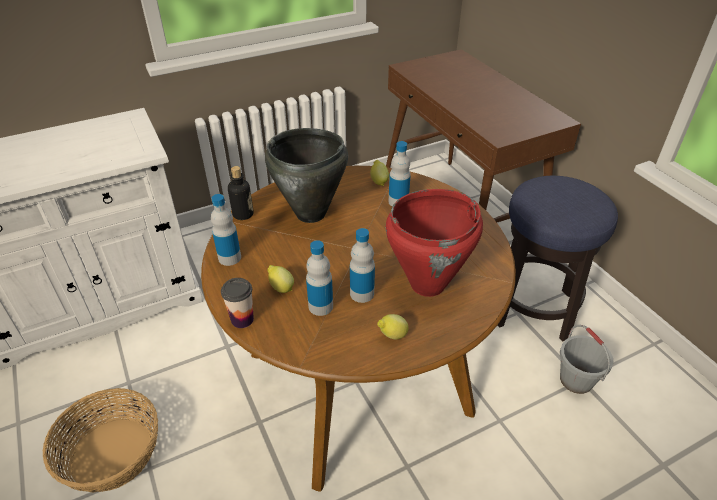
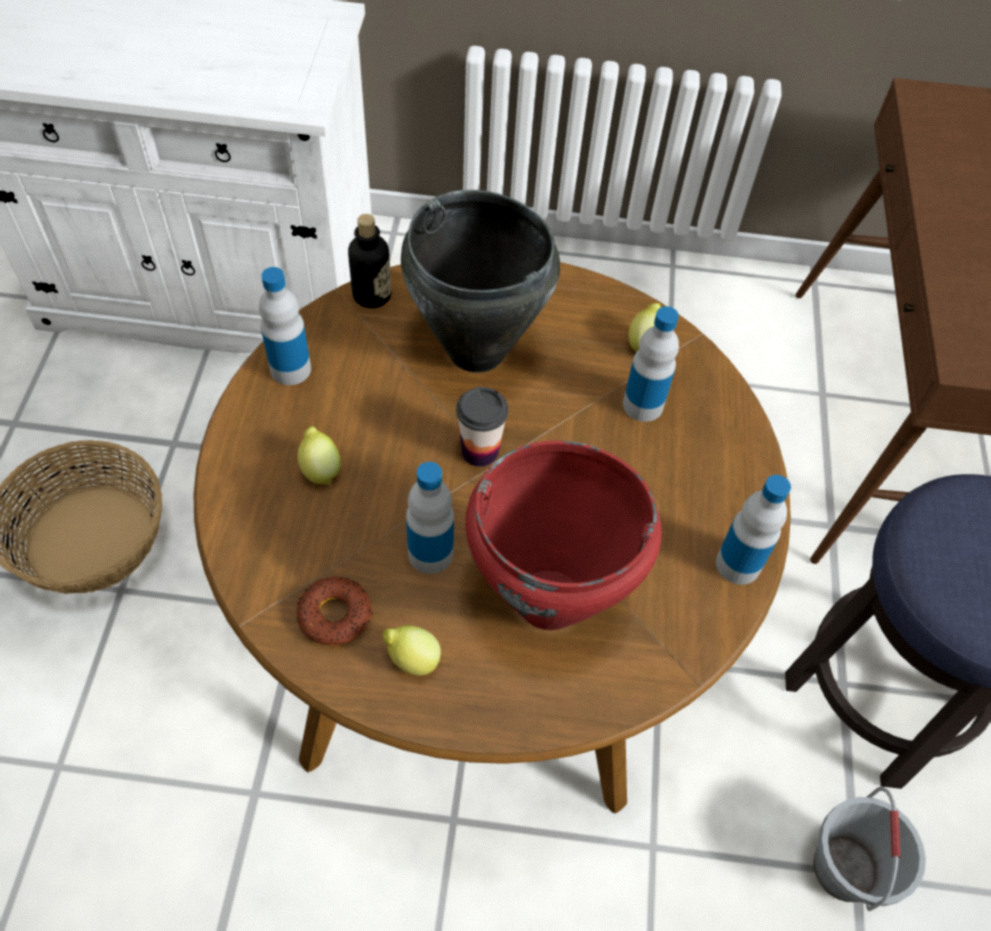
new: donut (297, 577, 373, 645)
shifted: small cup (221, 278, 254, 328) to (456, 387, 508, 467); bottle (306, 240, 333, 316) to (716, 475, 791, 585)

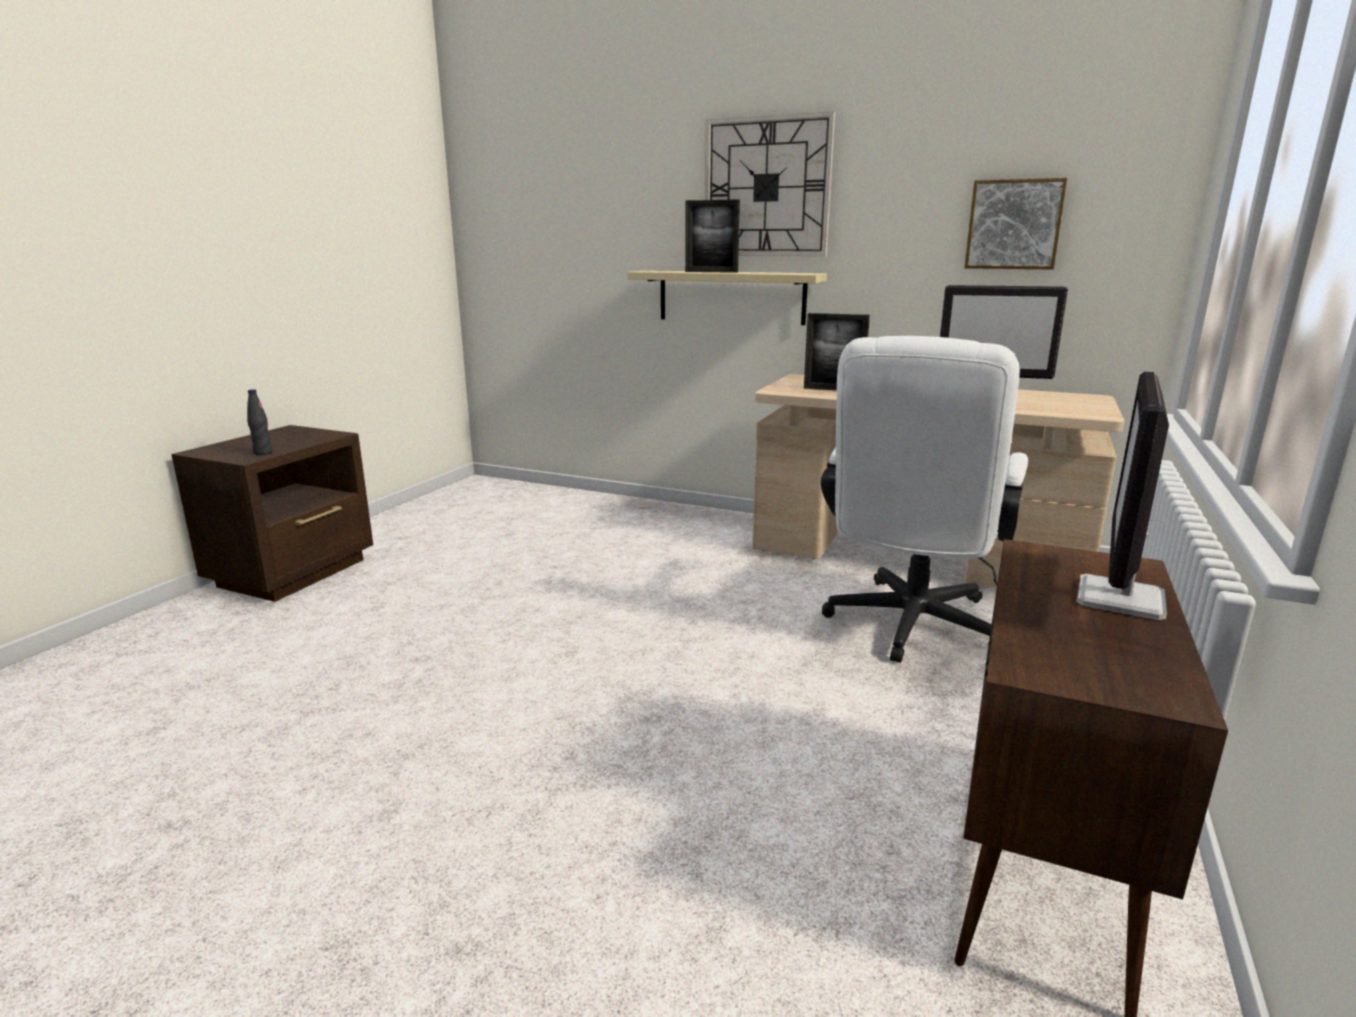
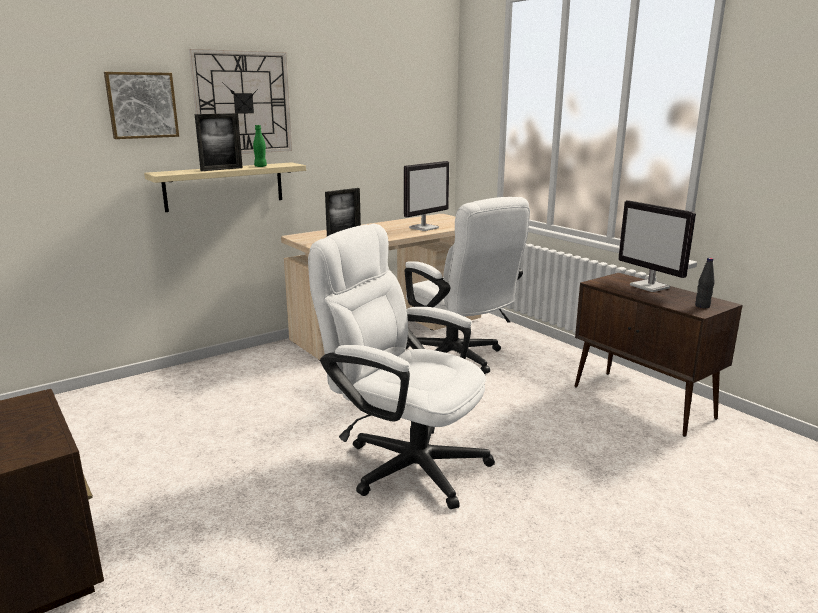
new: green-coloured bottle (253, 125, 267, 167); whitish office chair (308, 224, 495, 509)
shifted: picture (964, 178, 1067, 270) to (104, 72, 179, 139); black-coloured bottle (247, 389, 273, 455) to (695, 258, 715, 308)

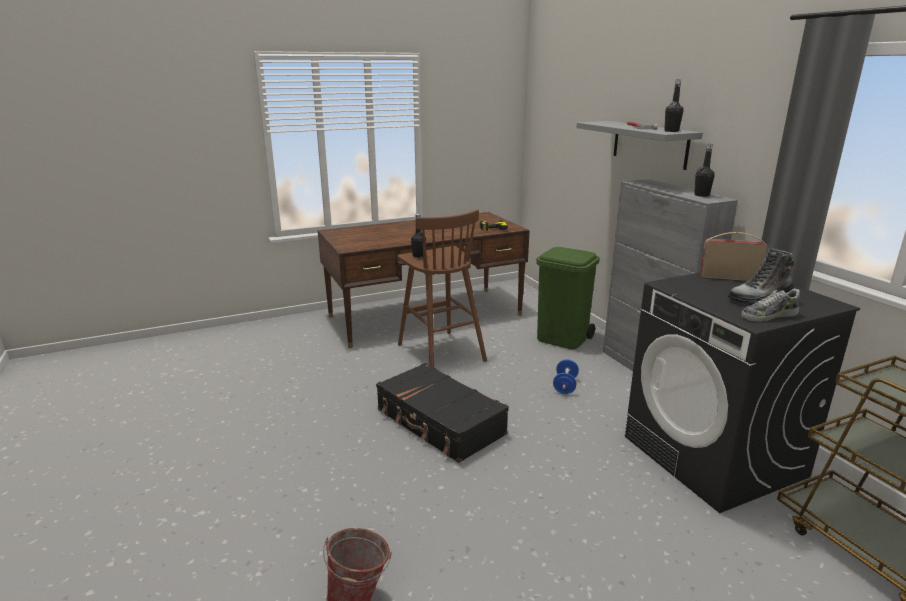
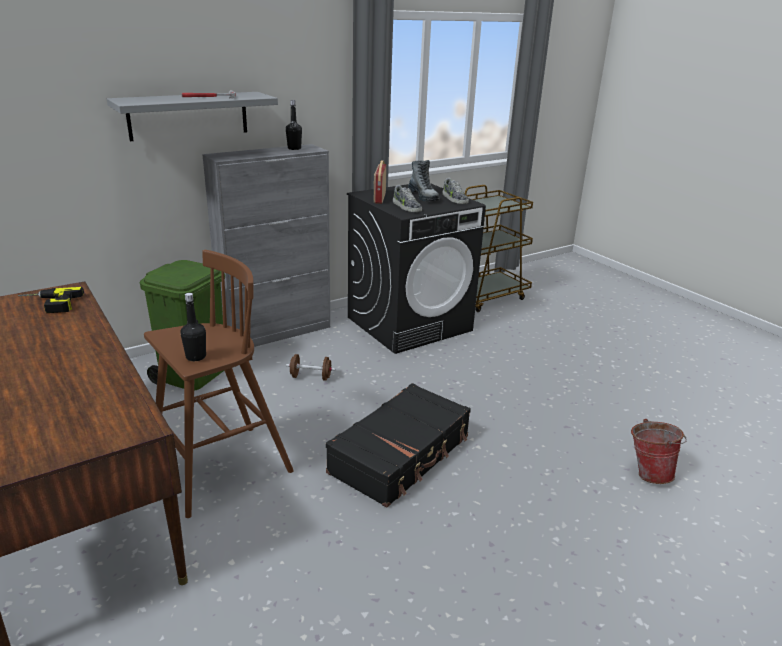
gone: black-coloured bottle (665, 79, 684, 132)
new: item of footwear (393, 185, 422, 212)
repainted: blue dumbbell (553, 359, 579, 394) to brownish dumbbell (286, 354, 336, 381)

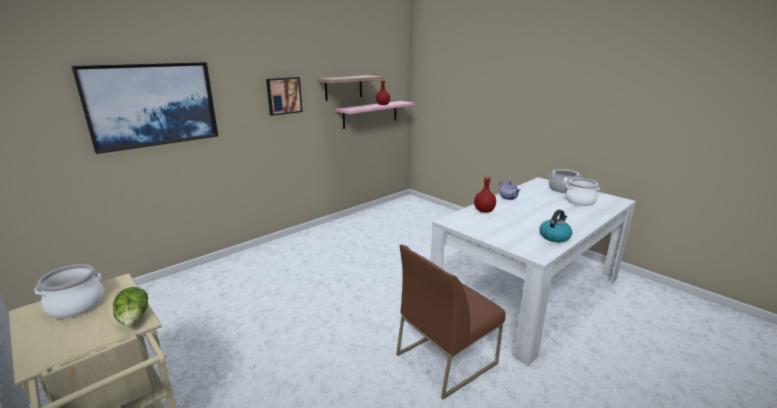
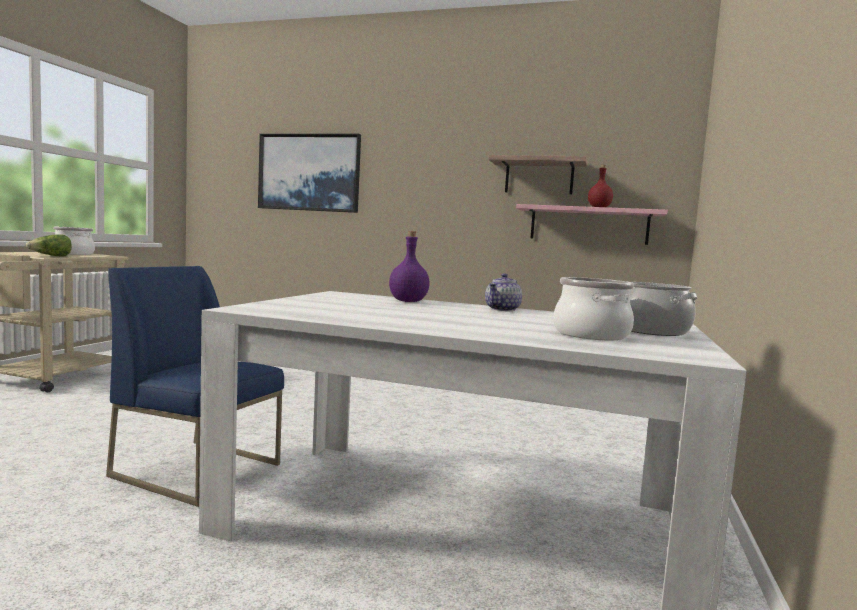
gone: picture (266, 77, 302, 116); tea kettle (540, 210, 572, 242)
repainted: brownish chair (396, 245, 506, 399) to blue chair (106, 266, 284, 507); red bottle (474, 175, 496, 213) to purplish bottle (389, 231, 430, 302)

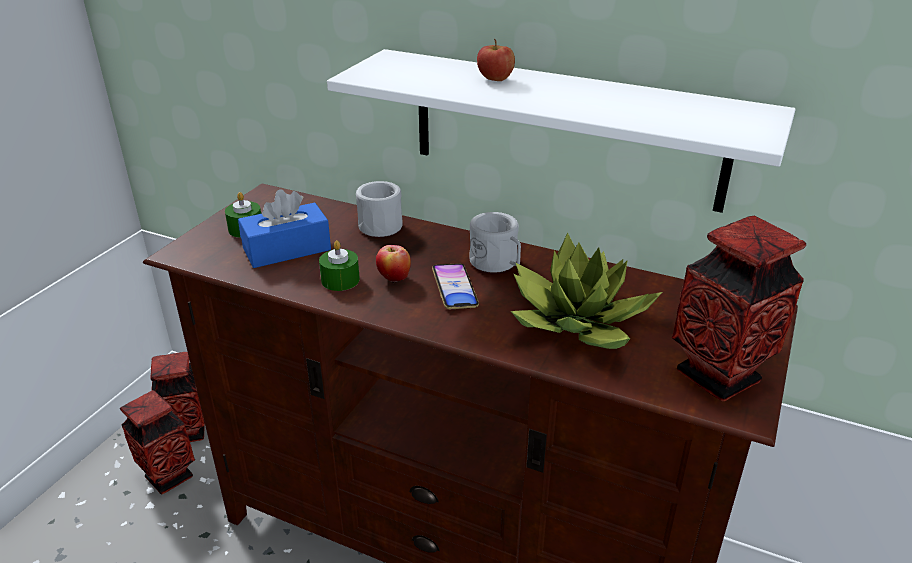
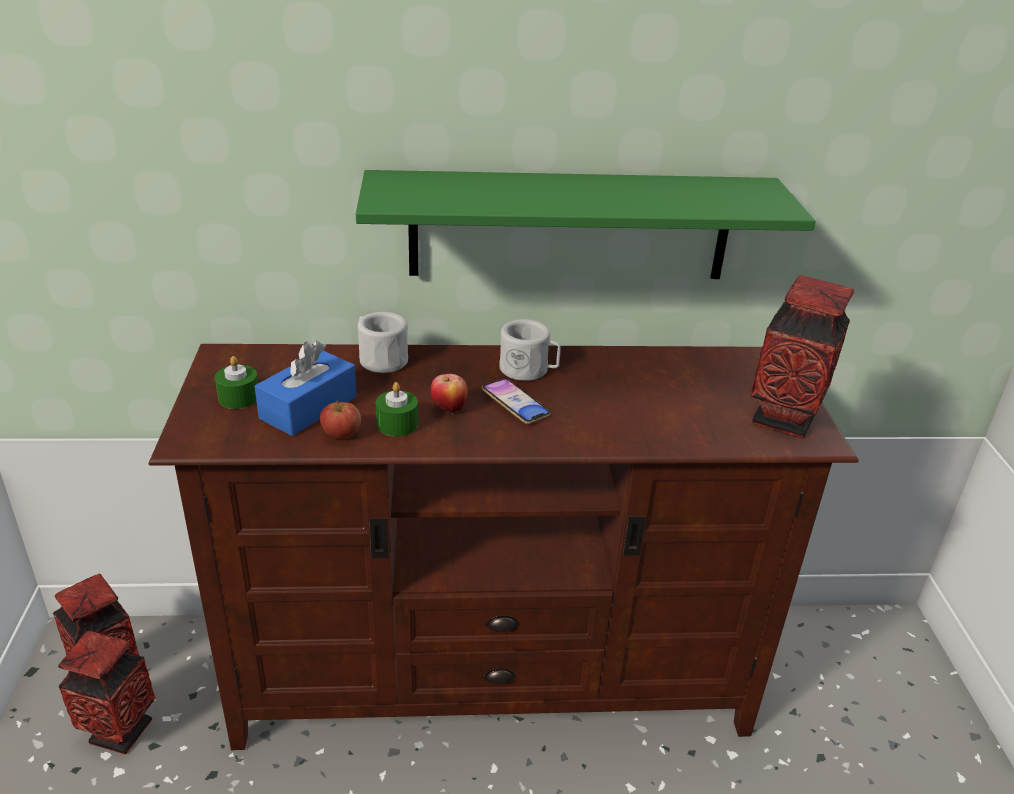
gone: plant in a pot (511, 233, 662, 349)
shifted: whole apple (477, 39, 515, 81) to (320, 399, 361, 439)
repainted: whitish wall shelf (327, 49, 796, 213) to green-coloured wall shelf (356, 170, 816, 279)

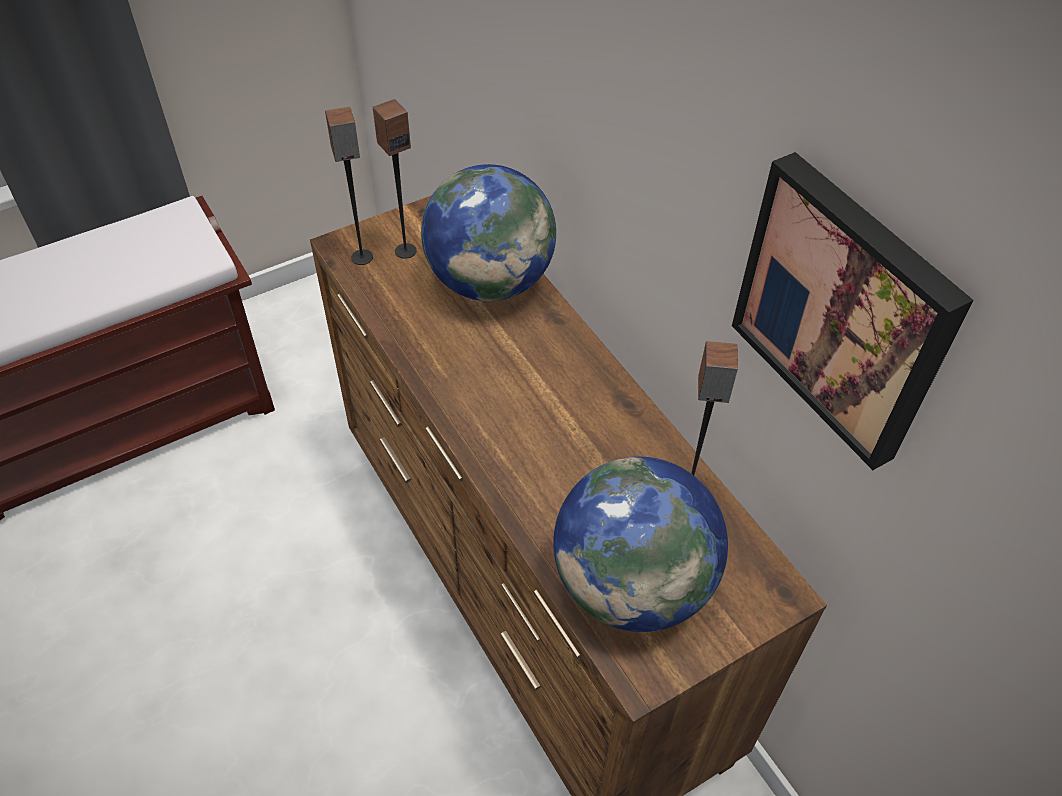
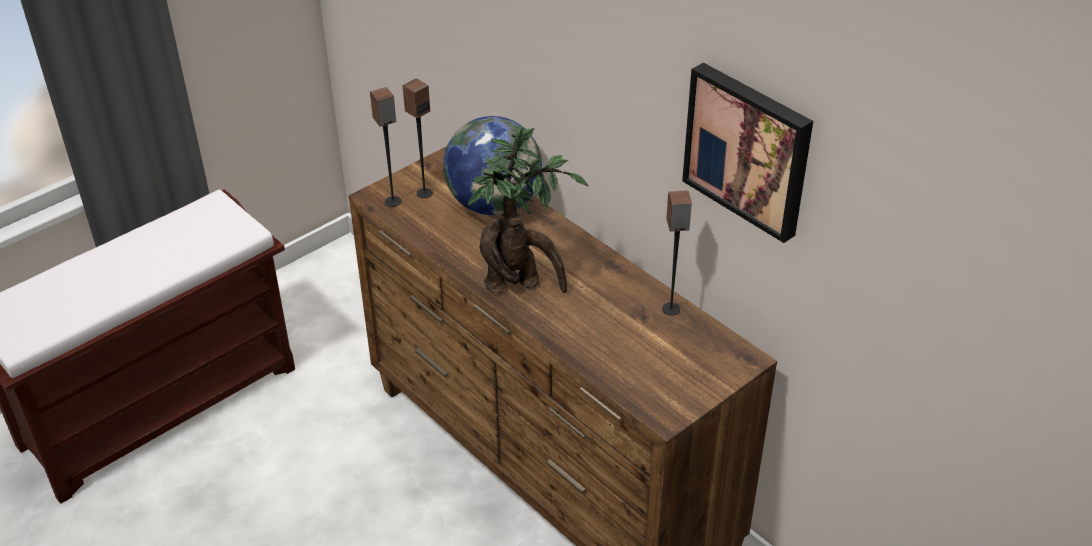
gone: world globe (553, 457, 728, 632)
new: plant in a pot (468, 126, 588, 294)

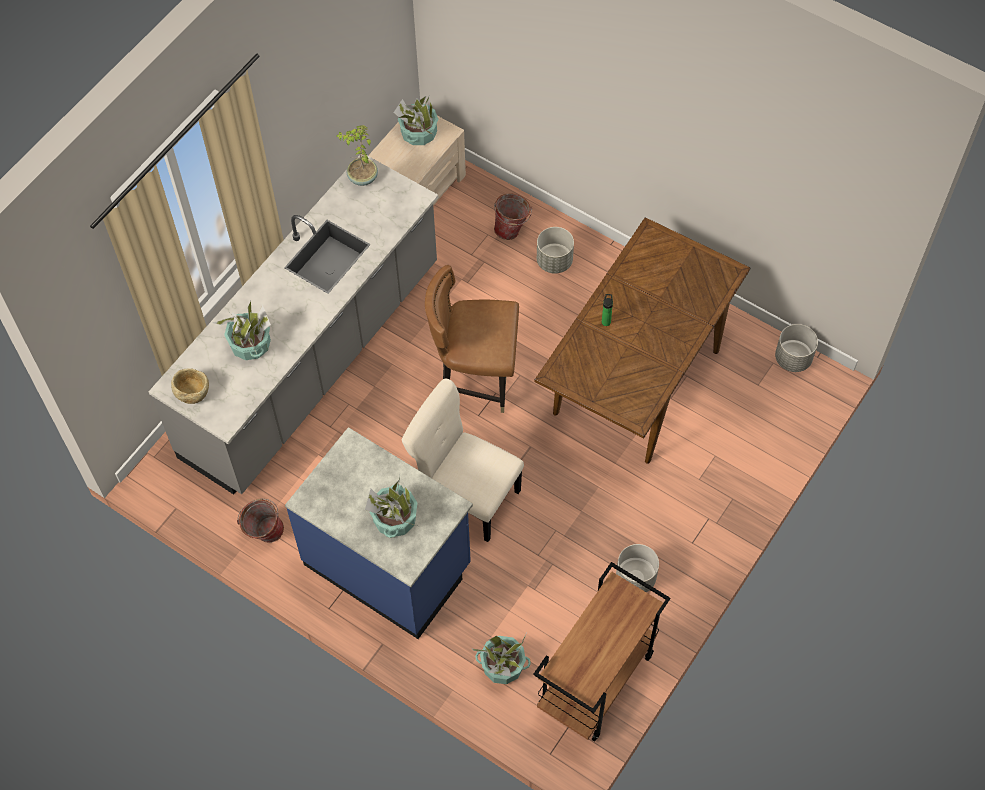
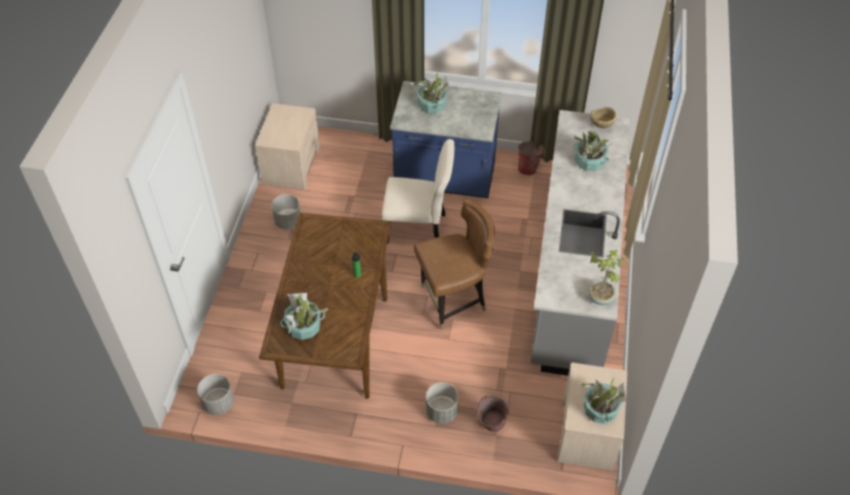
shifted: plant in a pot (471, 635, 531, 684) to (280, 293, 328, 340)
swapped: brownish wheeled cart (533, 562, 671, 742) to beige-coloured night table (255, 103, 320, 190)

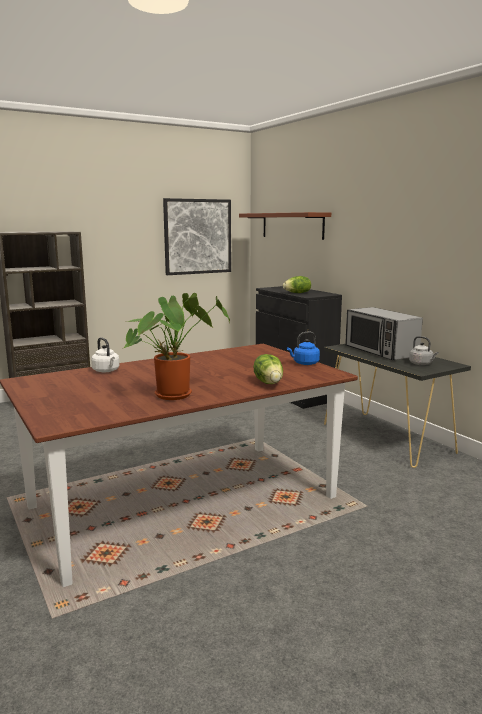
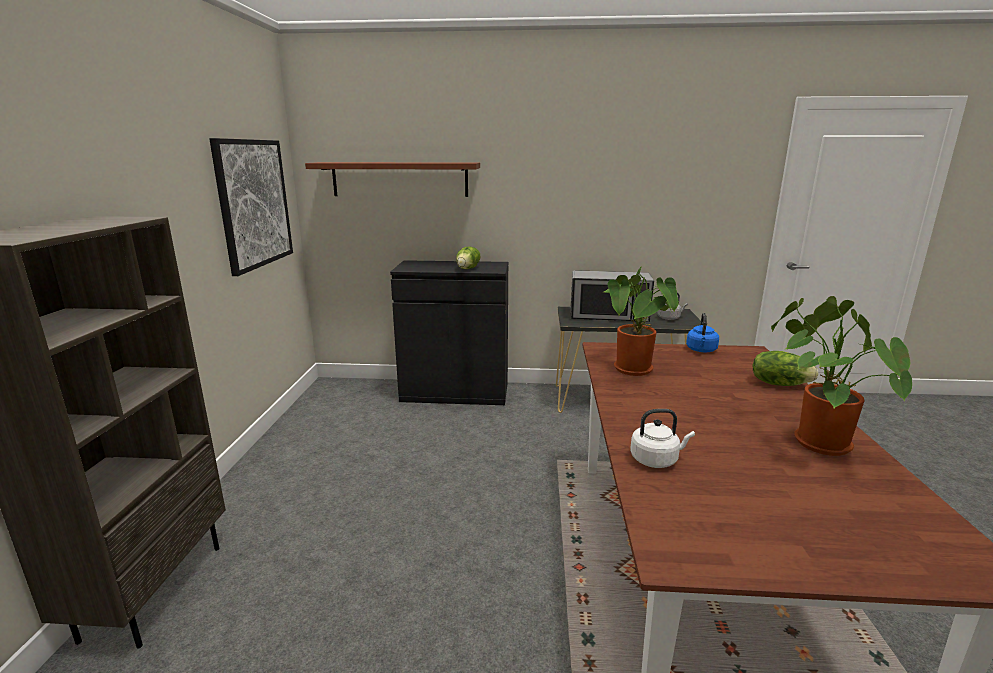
new: plant in a pot (604, 265, 679, 376)

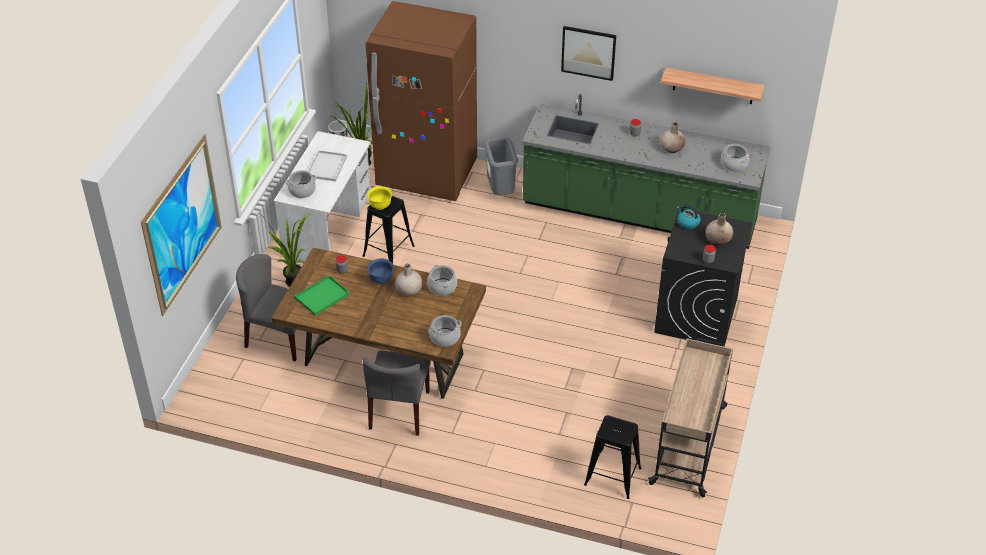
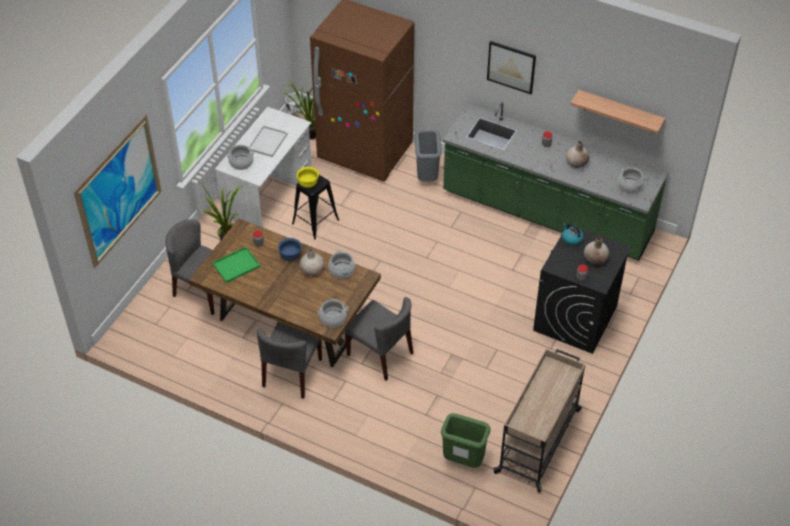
new: gray chair (344, 297, 414, 381)
swapped: black-coloured stool seat (584, 415, 641, 499) to green-coloured rubbish bin (441, 413, 491, 468)

